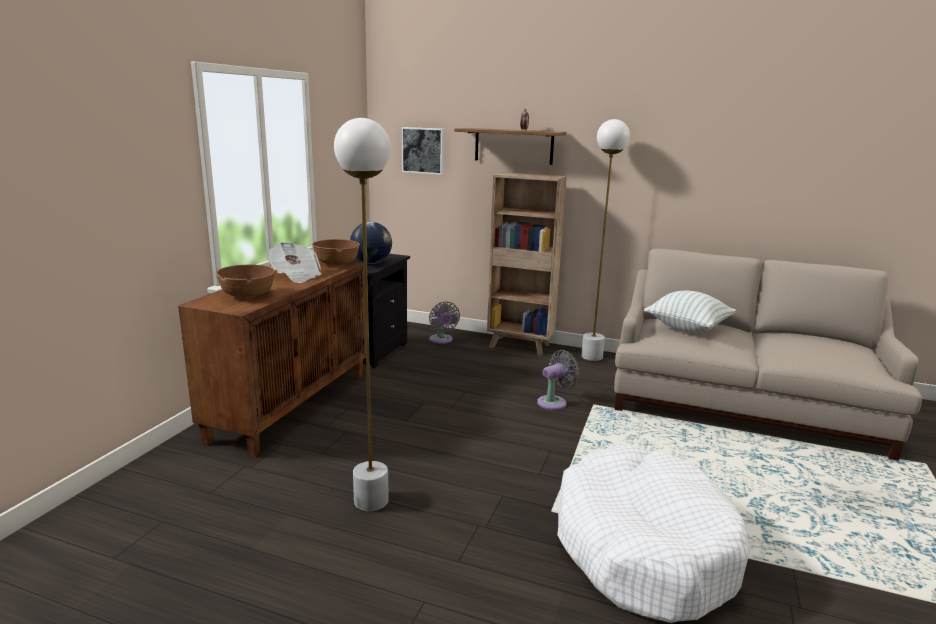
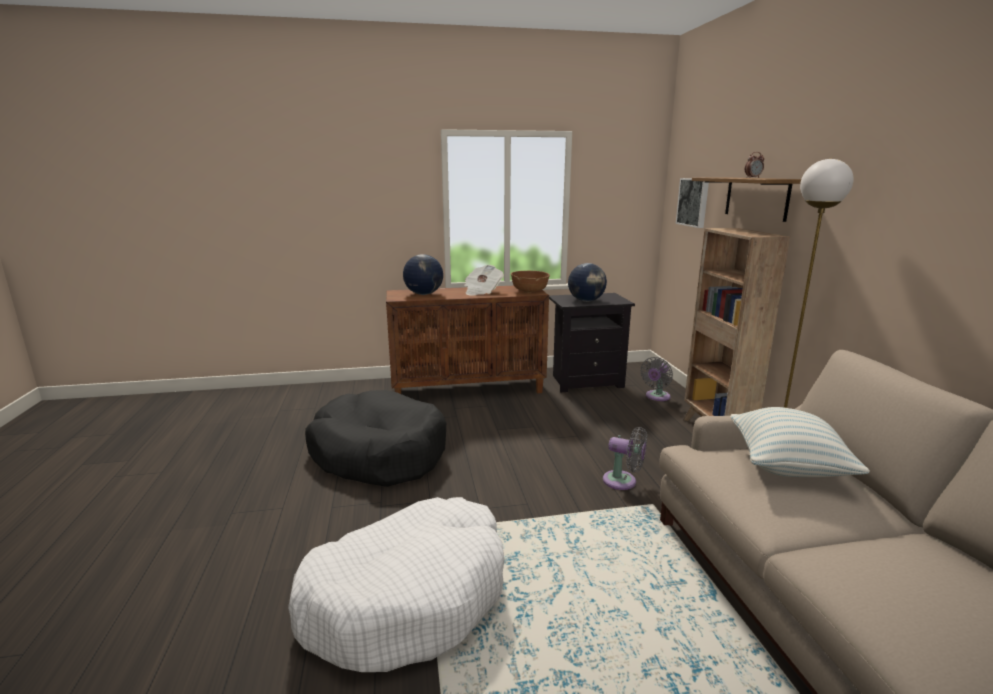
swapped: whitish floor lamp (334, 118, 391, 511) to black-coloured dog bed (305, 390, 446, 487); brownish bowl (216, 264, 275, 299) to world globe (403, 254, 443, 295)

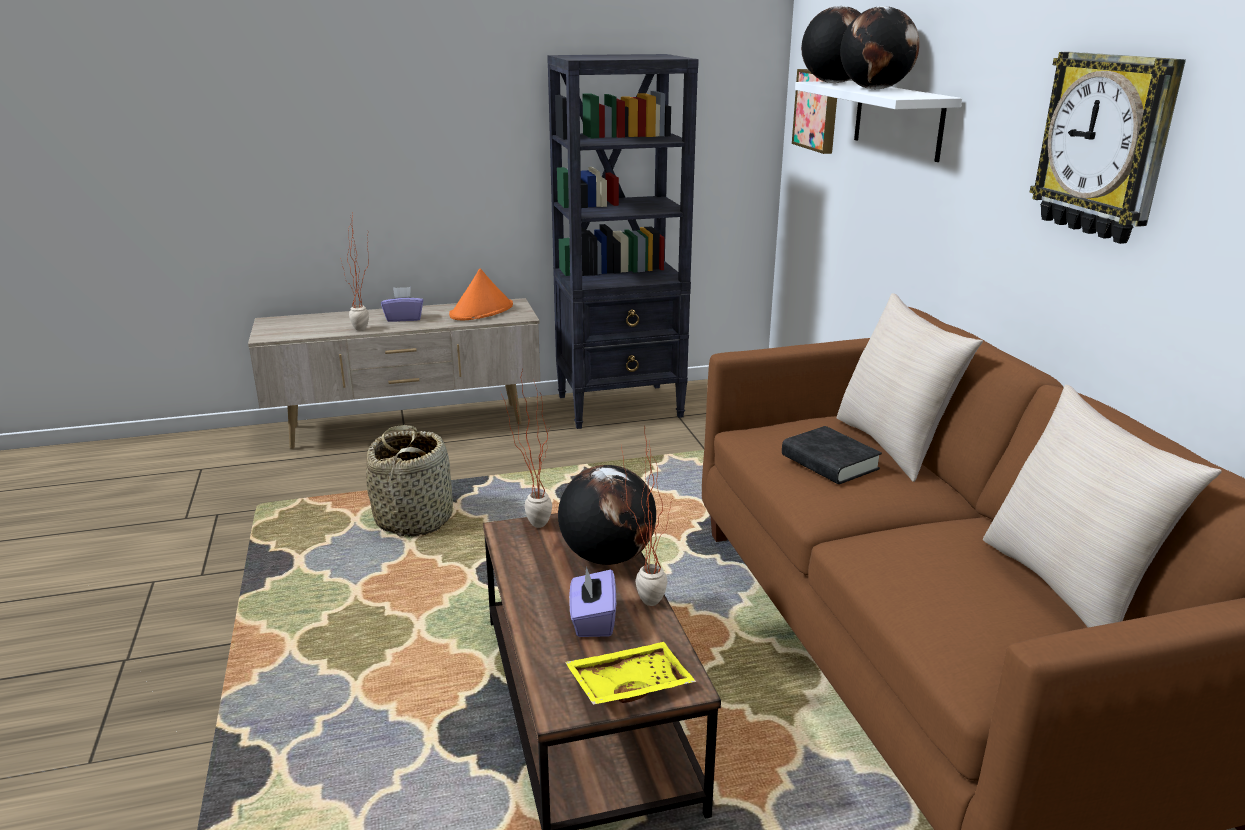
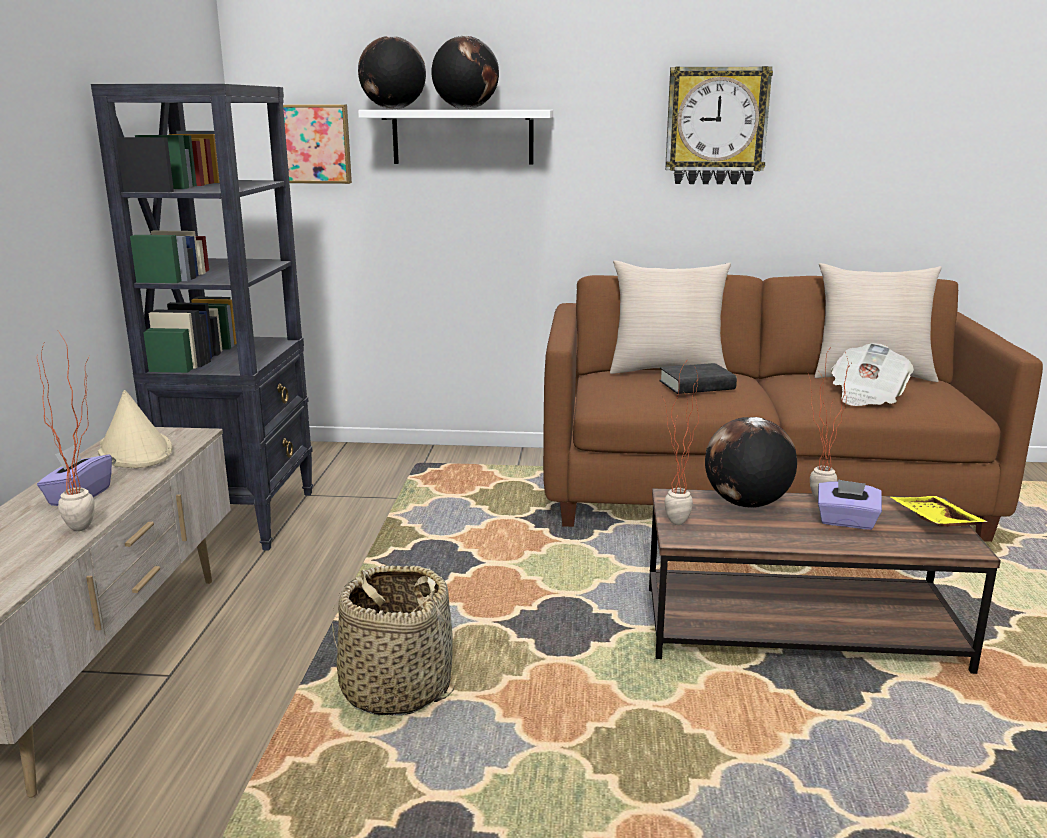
new: printed paper (831, 343, 914, 406)
repainted: orange-coloured clothing hat (449, 269, 513, 320) to beige-coloured clothing hat (98, 390, 172, 468)

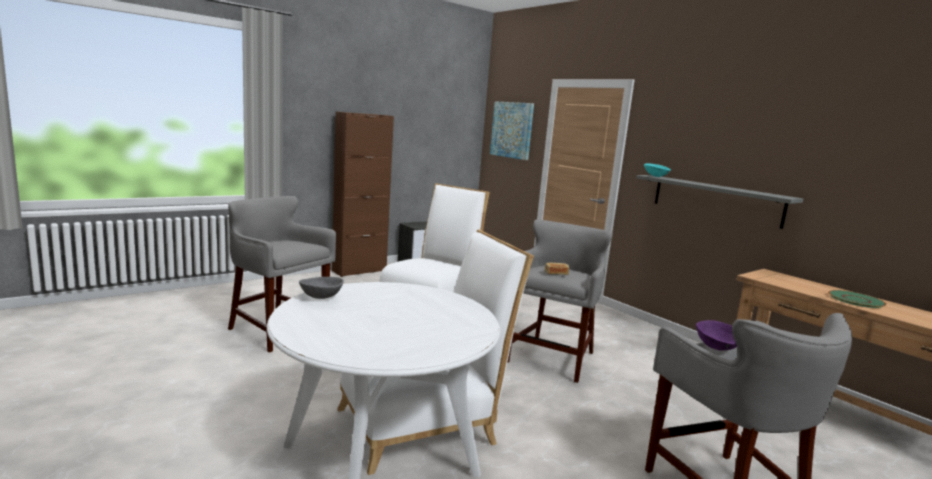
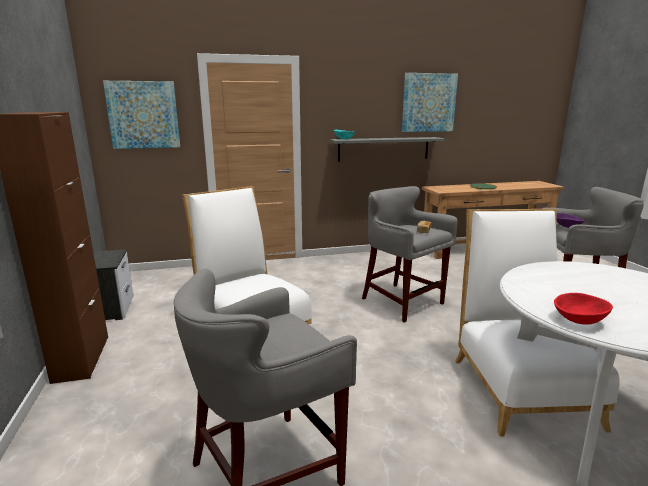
new: picture (402, 73, 458, 132)
repainted: gray bowl (299, 277, 344, 299) to red bowl (554, 293, 613, 325)

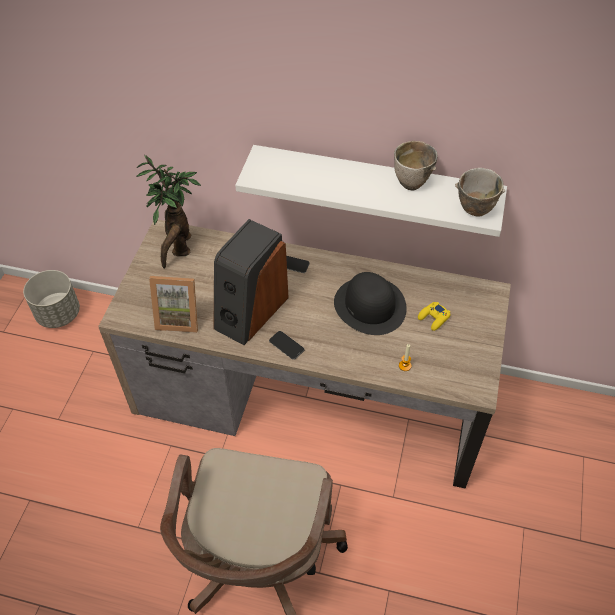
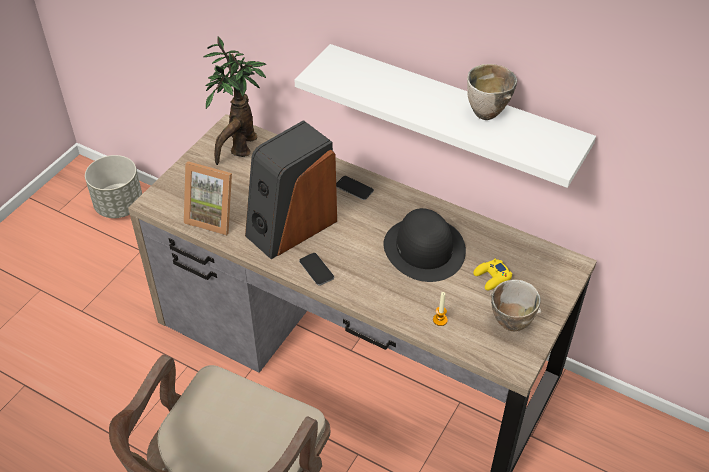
shifted: bowl (455, 168, 505, 217) to (489, 280, 541, 331)

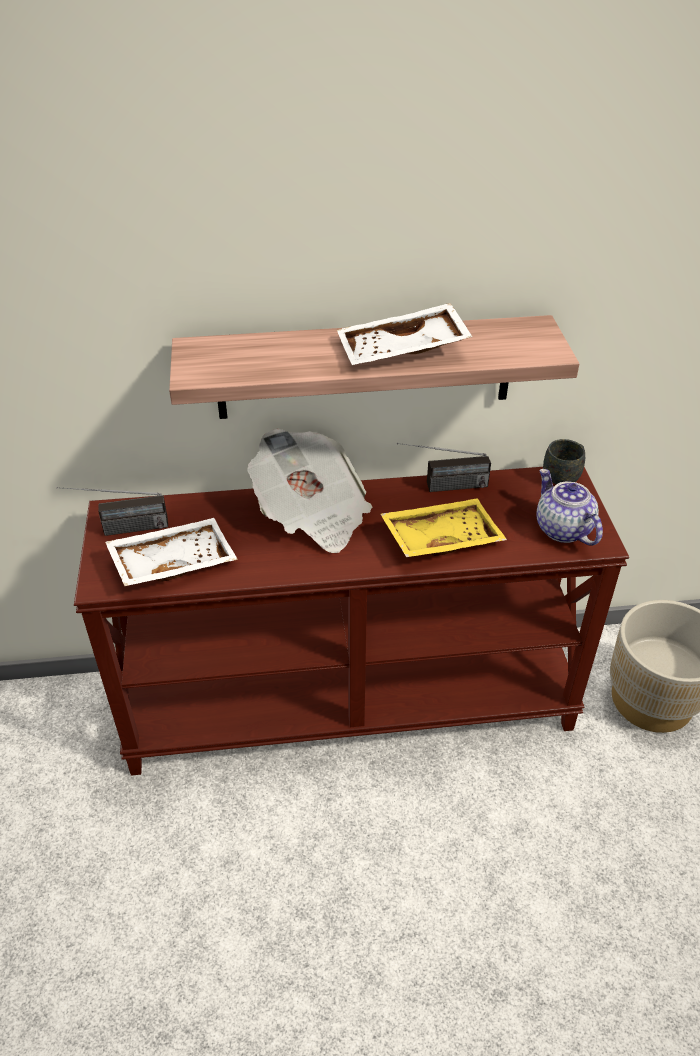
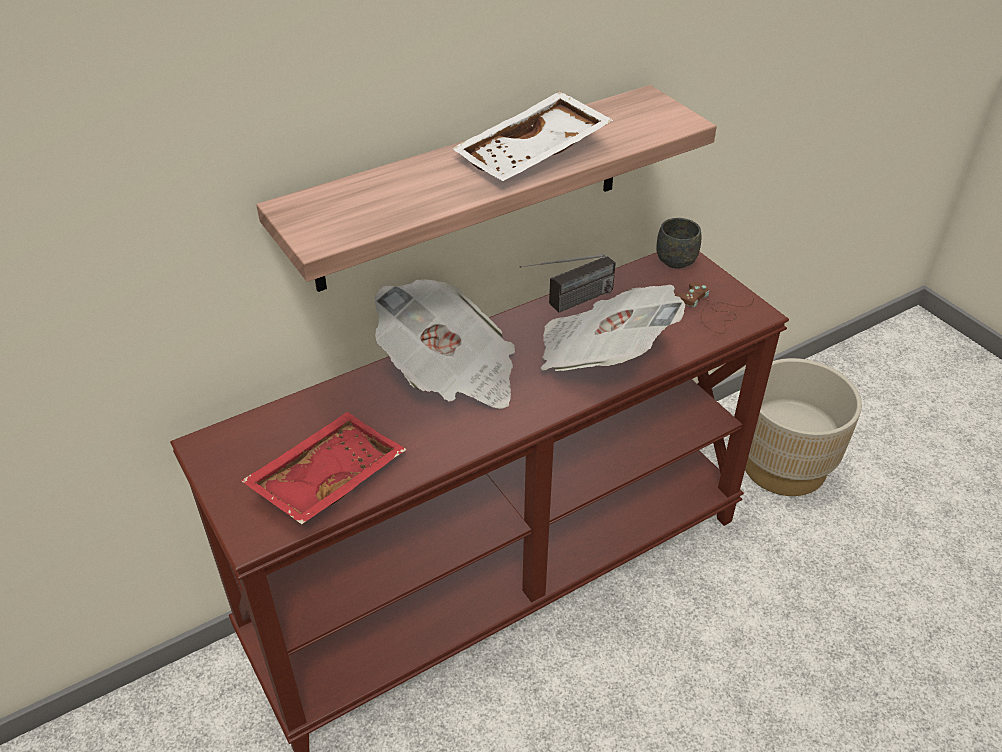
gone: radio receiver (57, 487, 168, 536)
swapped: yellow carrying tray (380, 498, 507, 557) to printed paper (541, 285, 685, 371); teapot (537, 469, 603, 546) to brownish joypad (675, 282, 754, 333)
repainted: whitish carrying tray (105, 518, 238, 586) to red carrying tray (241, 412, 407, 524)

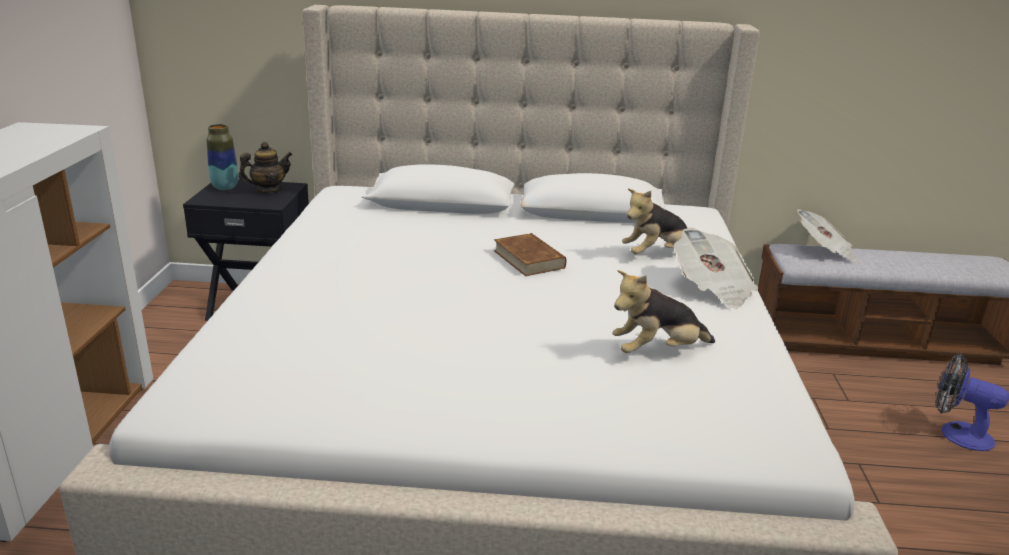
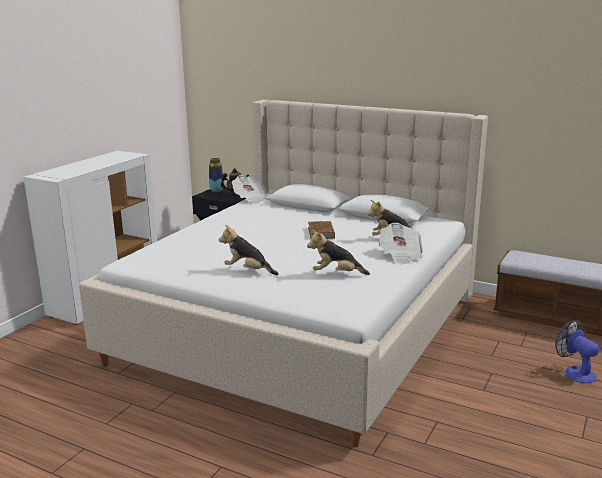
new: cuddly toy (219, 225, 279, 275)
shifted: printed paper (797, 209, 857, 262) to (232, 175, 268, 204)

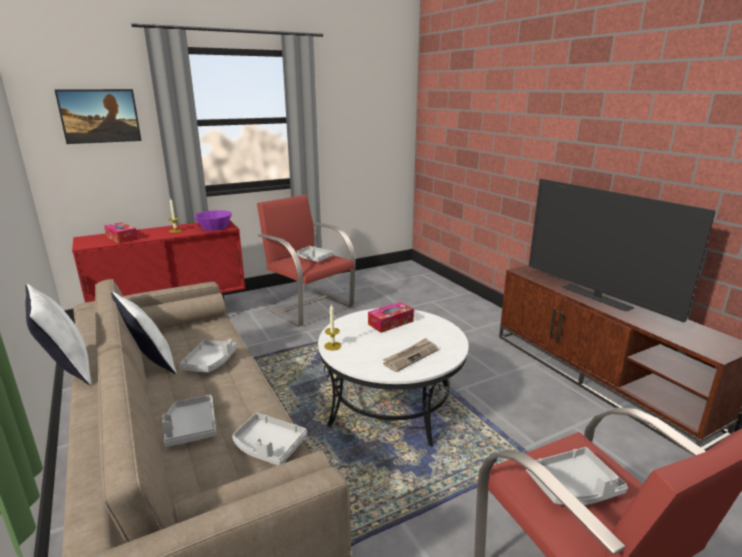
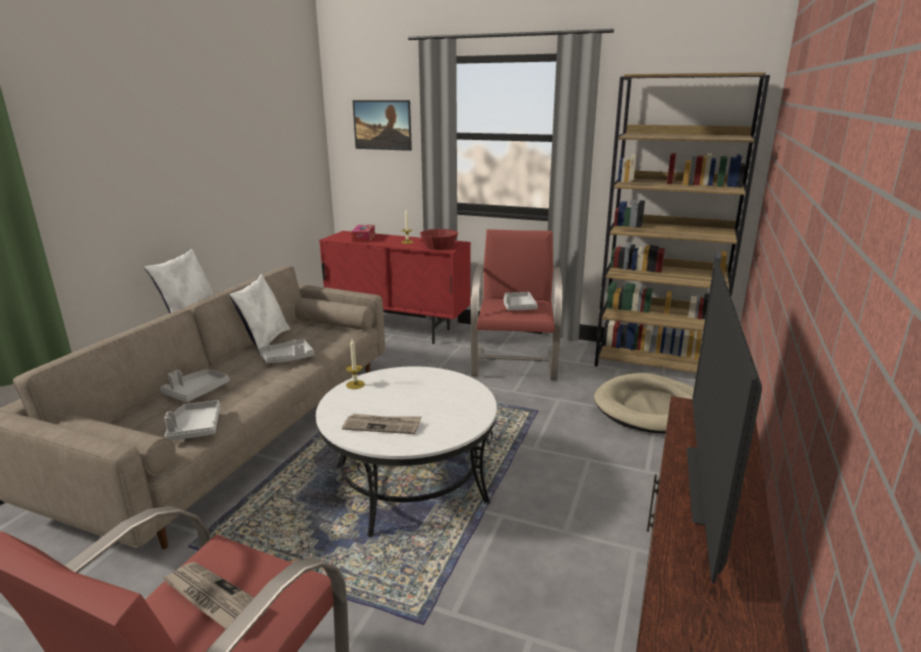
gone: tissue box (368, 302, 414, 333)
new: beige-coloured dog bed (594, 373, 694, 434); brownish bookcase (595, 72, 770, 373)
swapped: gray carrying tray (526, 447, 628, 505) to printed paper (162, 562, 269, 629)
repainted: purplish bowl (194, 210, 232, 231) to red bowl (420, 229, 458, 250)

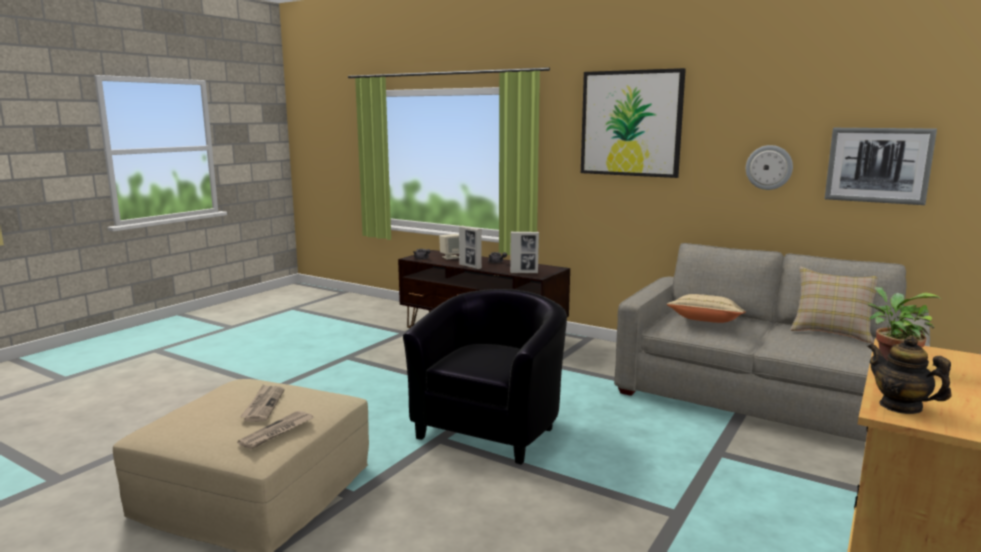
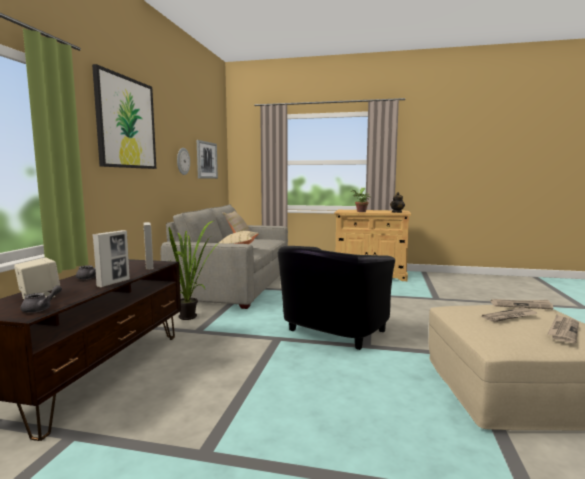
new: plant in a pot (169, 220, 220, 320); printed paper (548, 315, 579, 344)
rotated: black-coloured armchair (403, 289, 567, 465) = (277, 246, 395, 350) 60 degrees counterclockwise

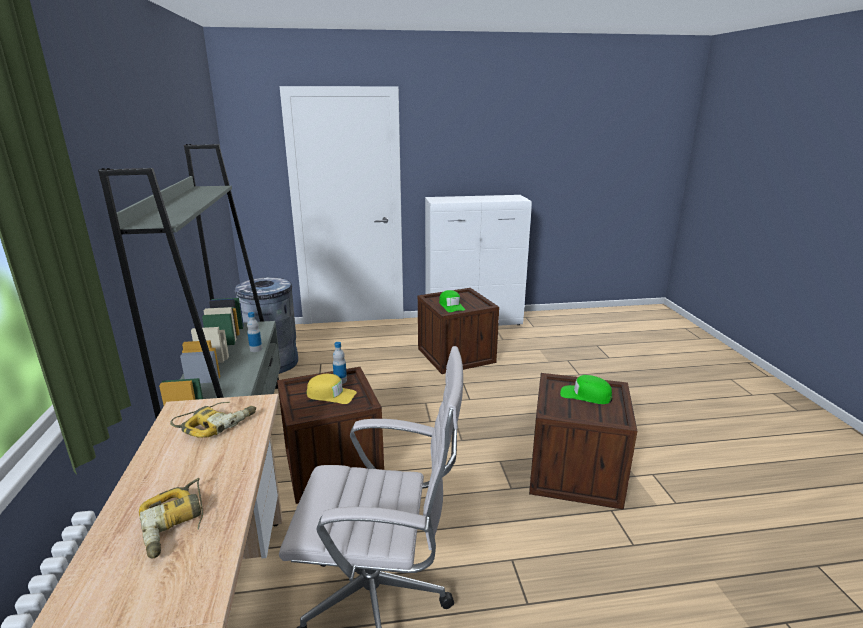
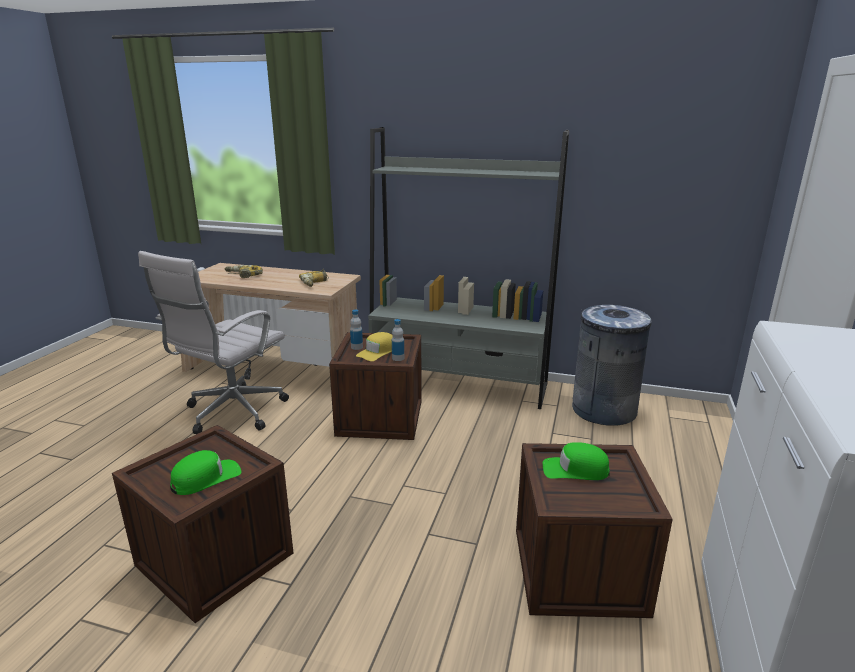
shifted: bottle (247, 312, 262, 352) to (350, 310, 363, 350)

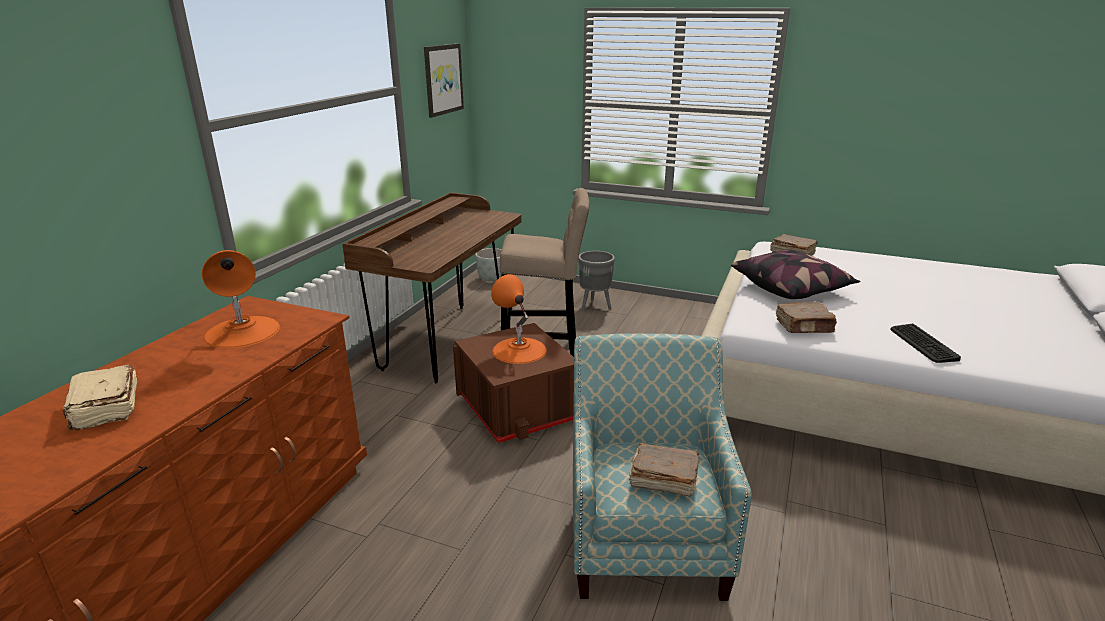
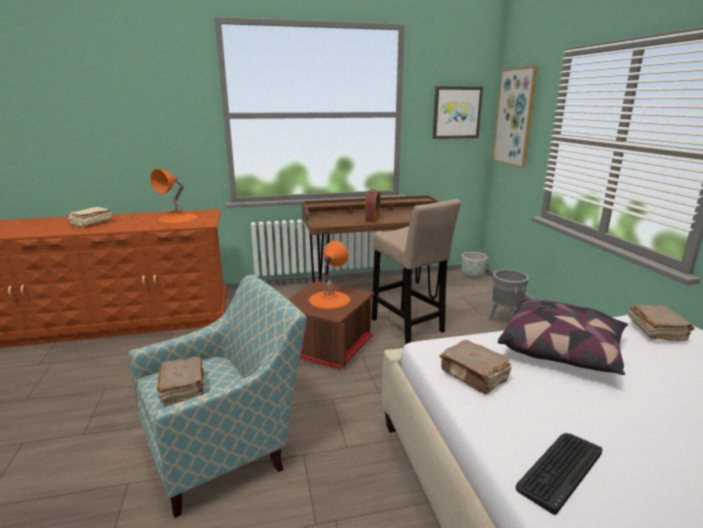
new: bedside clock (365, 189, 380, 222); picture (492, 65, 538, 168)

